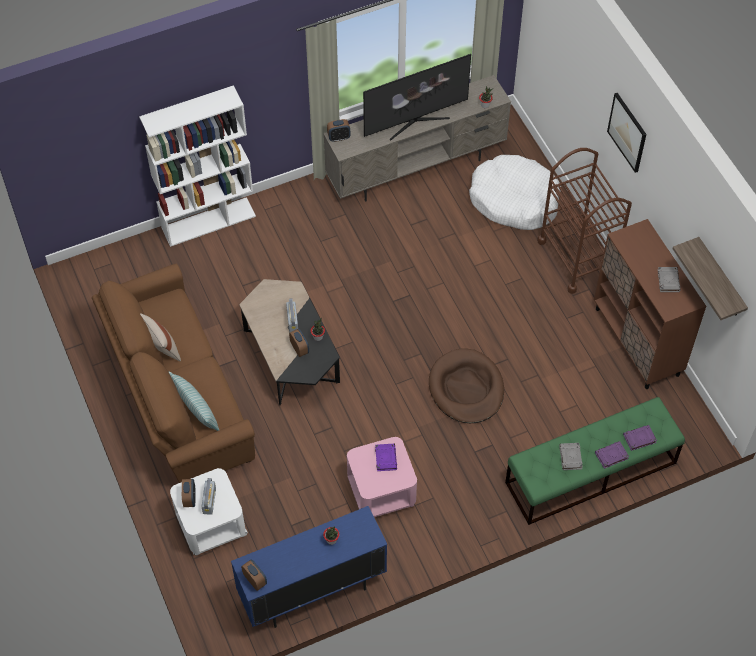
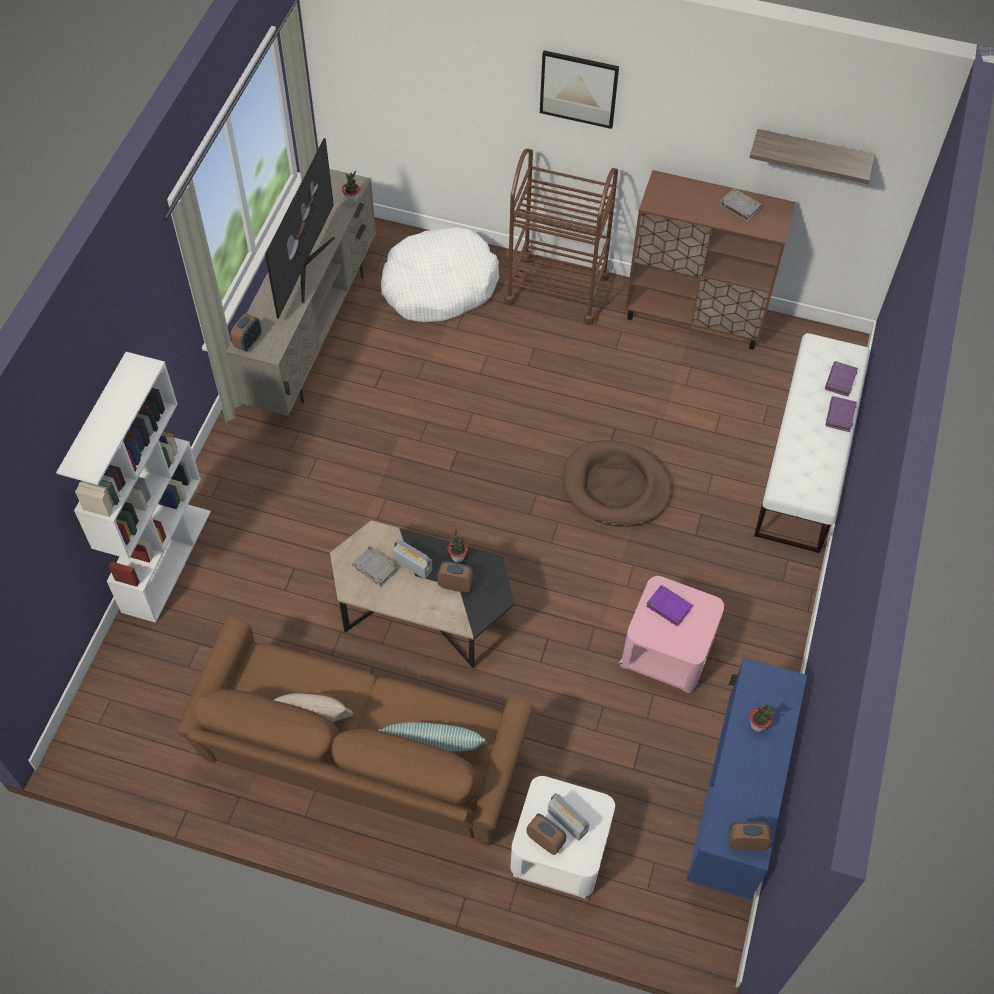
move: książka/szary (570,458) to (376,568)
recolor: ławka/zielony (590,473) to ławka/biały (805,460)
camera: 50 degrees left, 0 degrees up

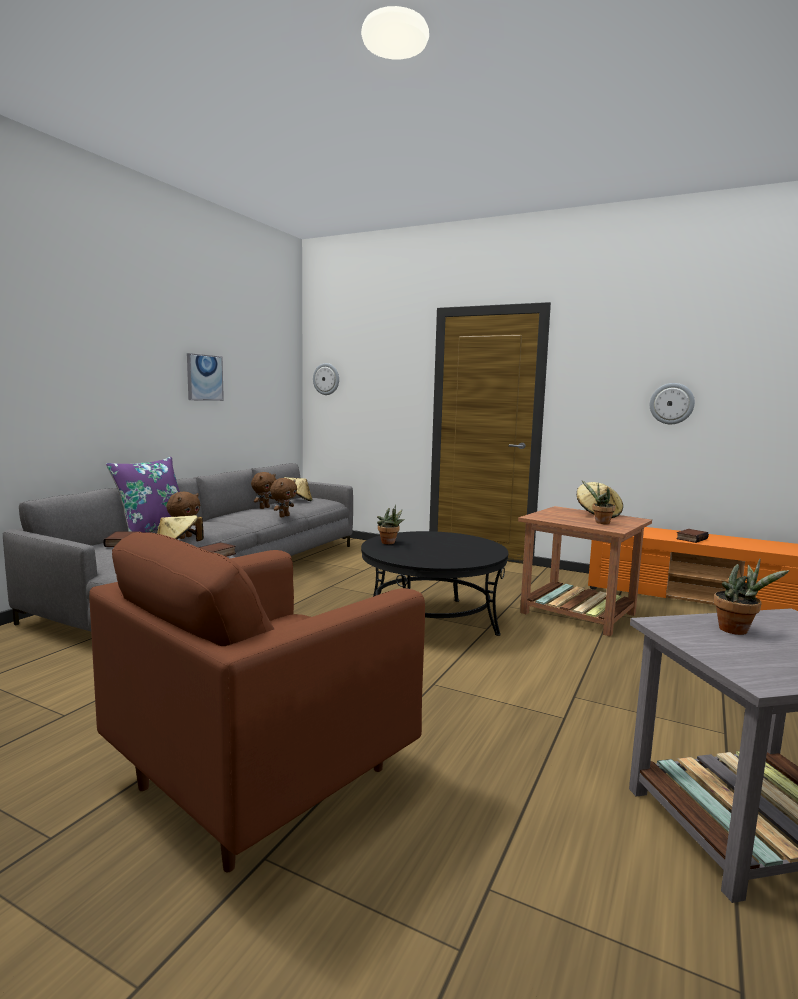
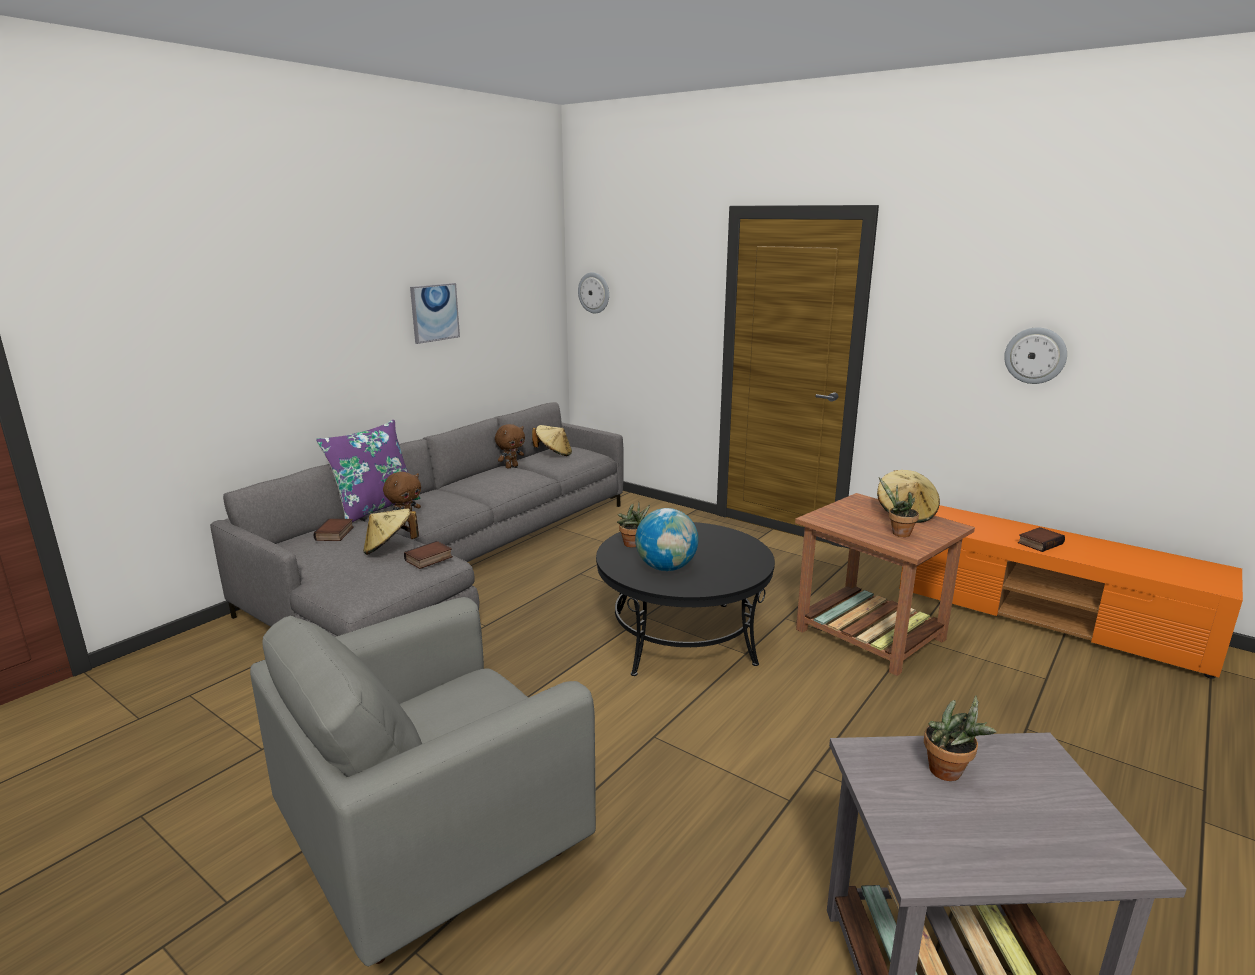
delete: pluszak/brązowy (284,516)
insert: globus (666,568)
recolor: fotel/brązowy (263,778) to fotel/szary (437,851)
camera: 10 degrees right, 10 degrees up

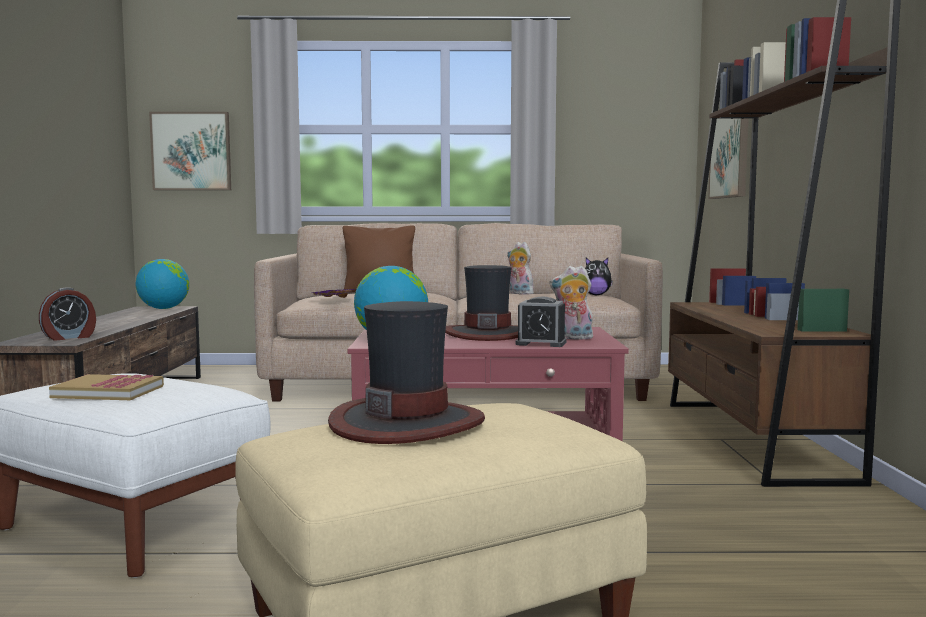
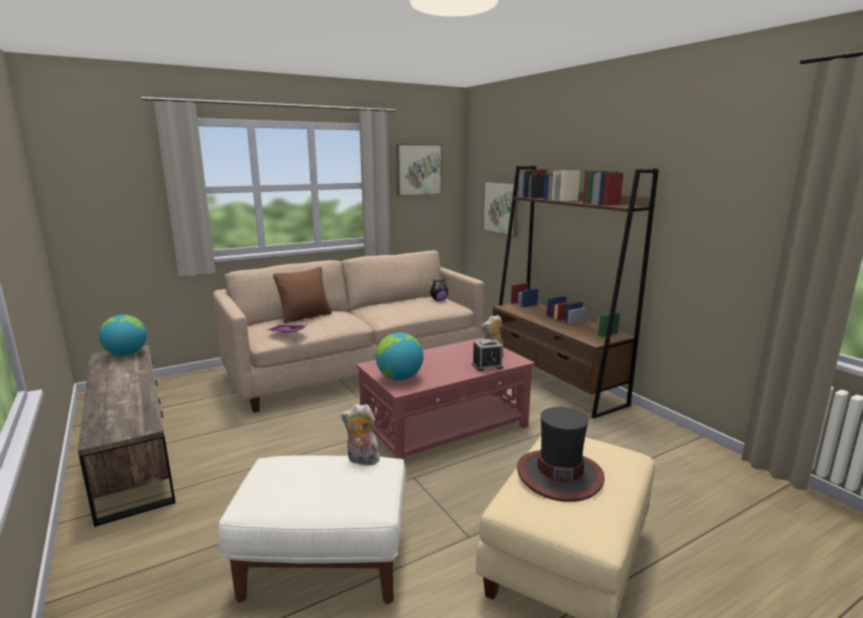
delete: budzik (69,337); książka (108,392); kapelusz (487,334)
move: obraz (191,151) to (418,170); pluszak (519,293) to (361,461)
camera: 30 degrees left, 10 degrees up

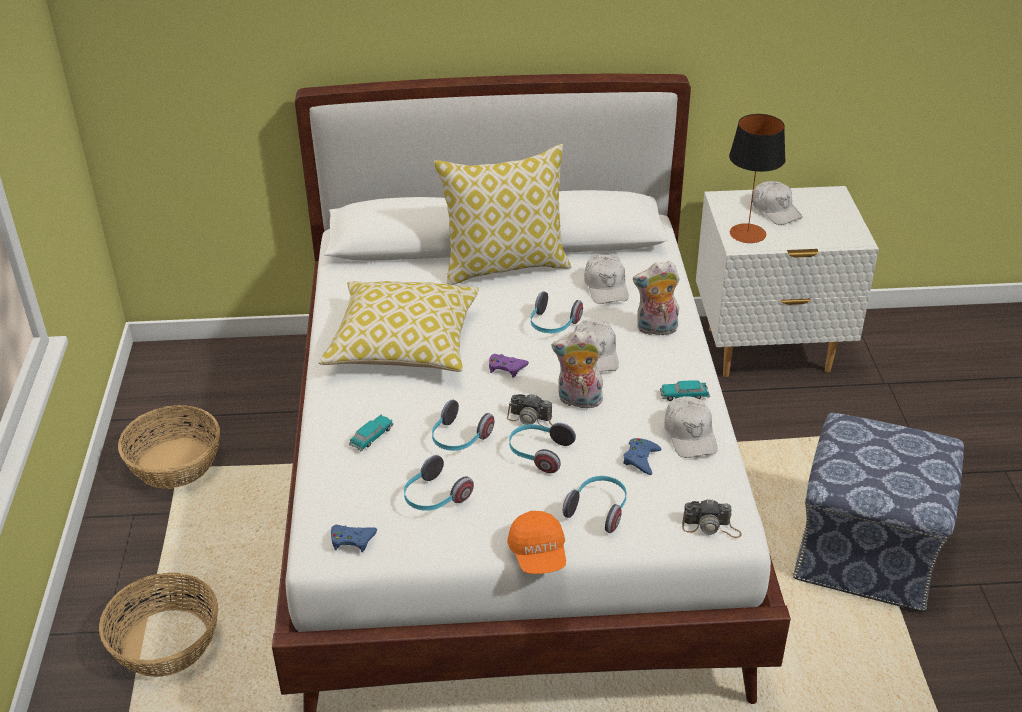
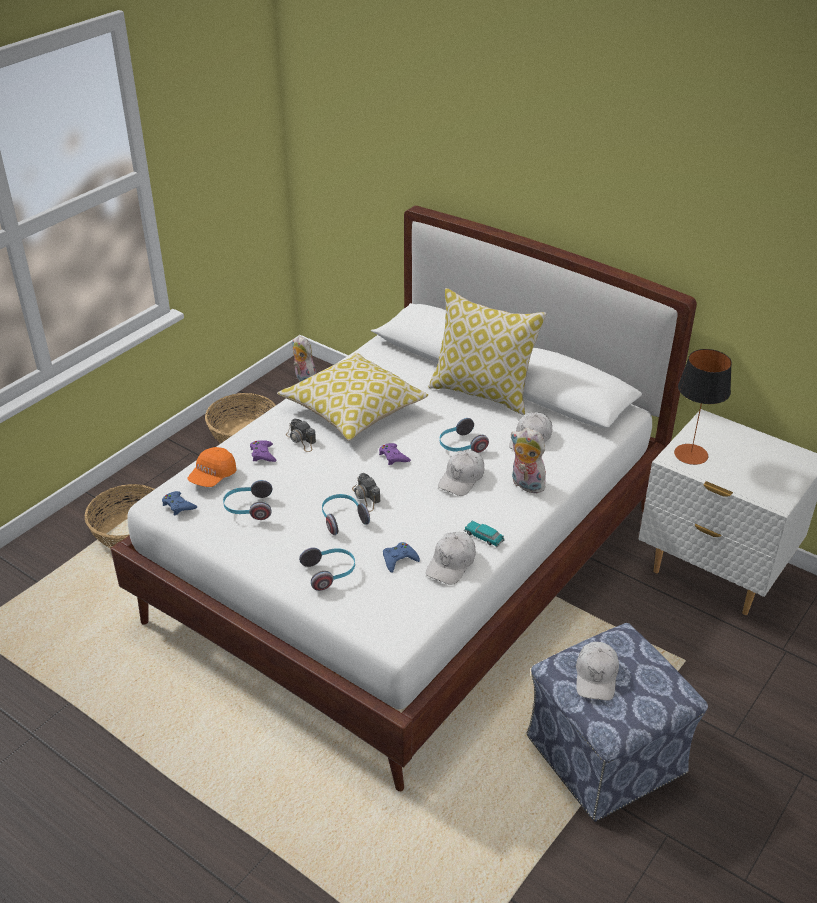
delete: słuchawki (459,439)
move: czapka z daszkiem/pomarańczowy (538,554) to (212,476); pluszak (578,401) to (303,379); aparat fotograficzny (711,527) to (301,440); czapka z daszkiem/biały (775,210) to (596,676)
replace: samochodzik (372,436) to pad do gier/fioletowy (263,454)
camera: 40 degrees right, 0 degrees up

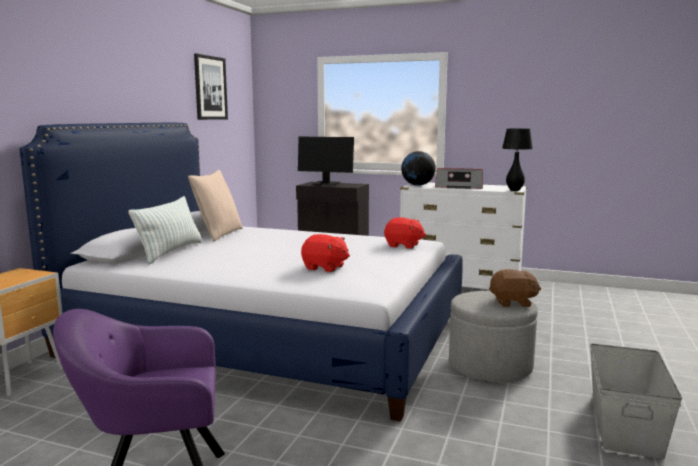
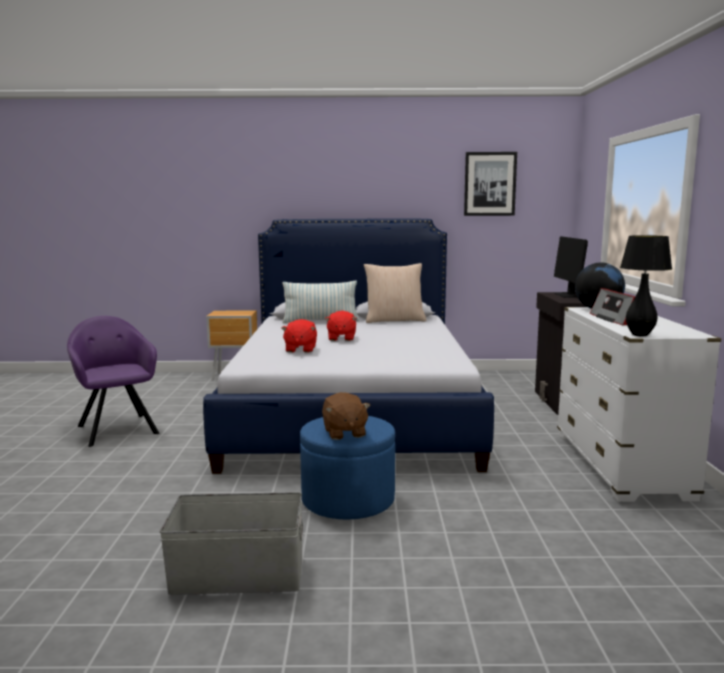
move: pluszak/czerwony (403,245) to (341,338)
recolor: pufa/szary (490,366) to pufa/niebieski (348,500)
camera: 70 degrees right, 0 degrees up

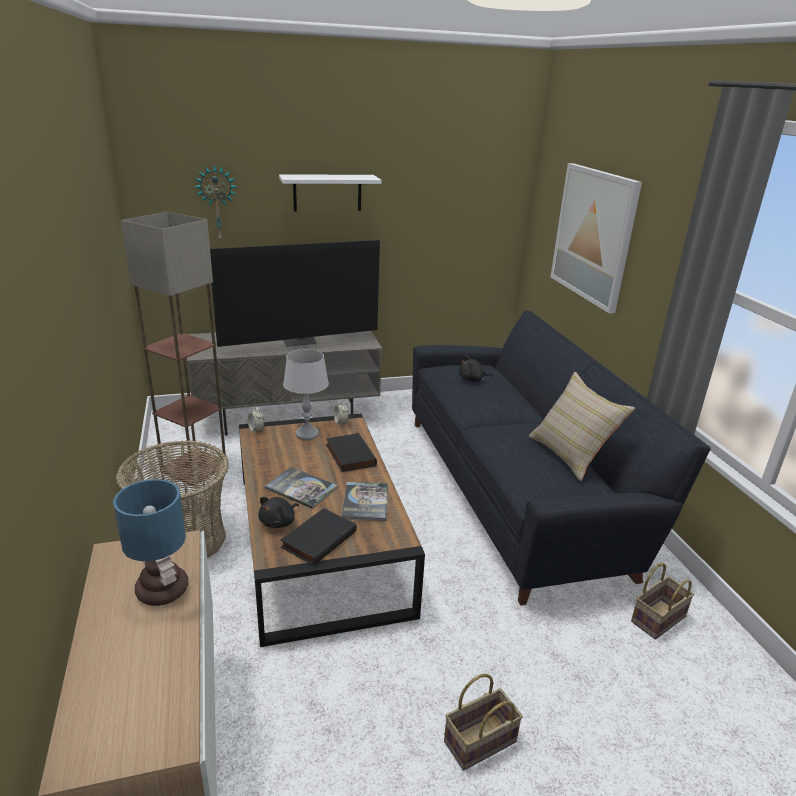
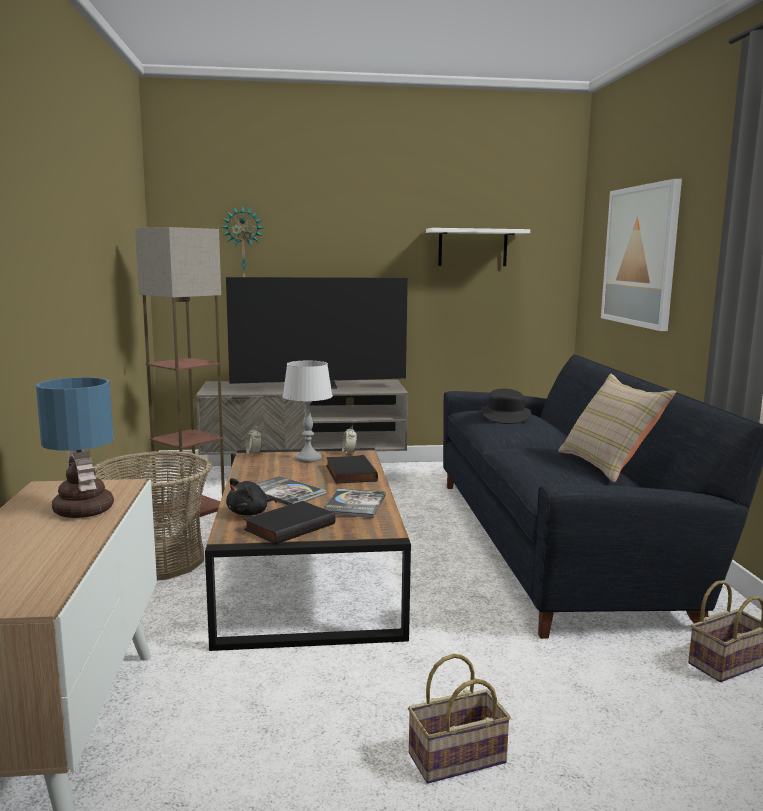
move: półka/biały (327,192) to (472,247)
replace: pluszak/czarny (472,379) to kapelusz/czarny (505,416)
camera: 10 degrees right, 15 degrees down

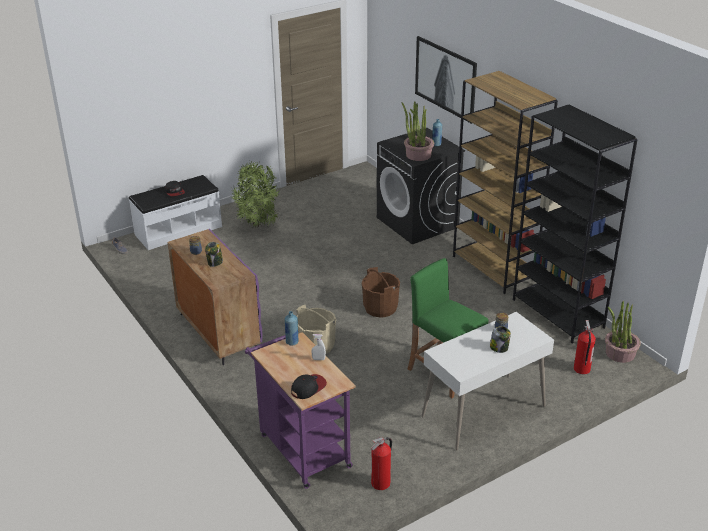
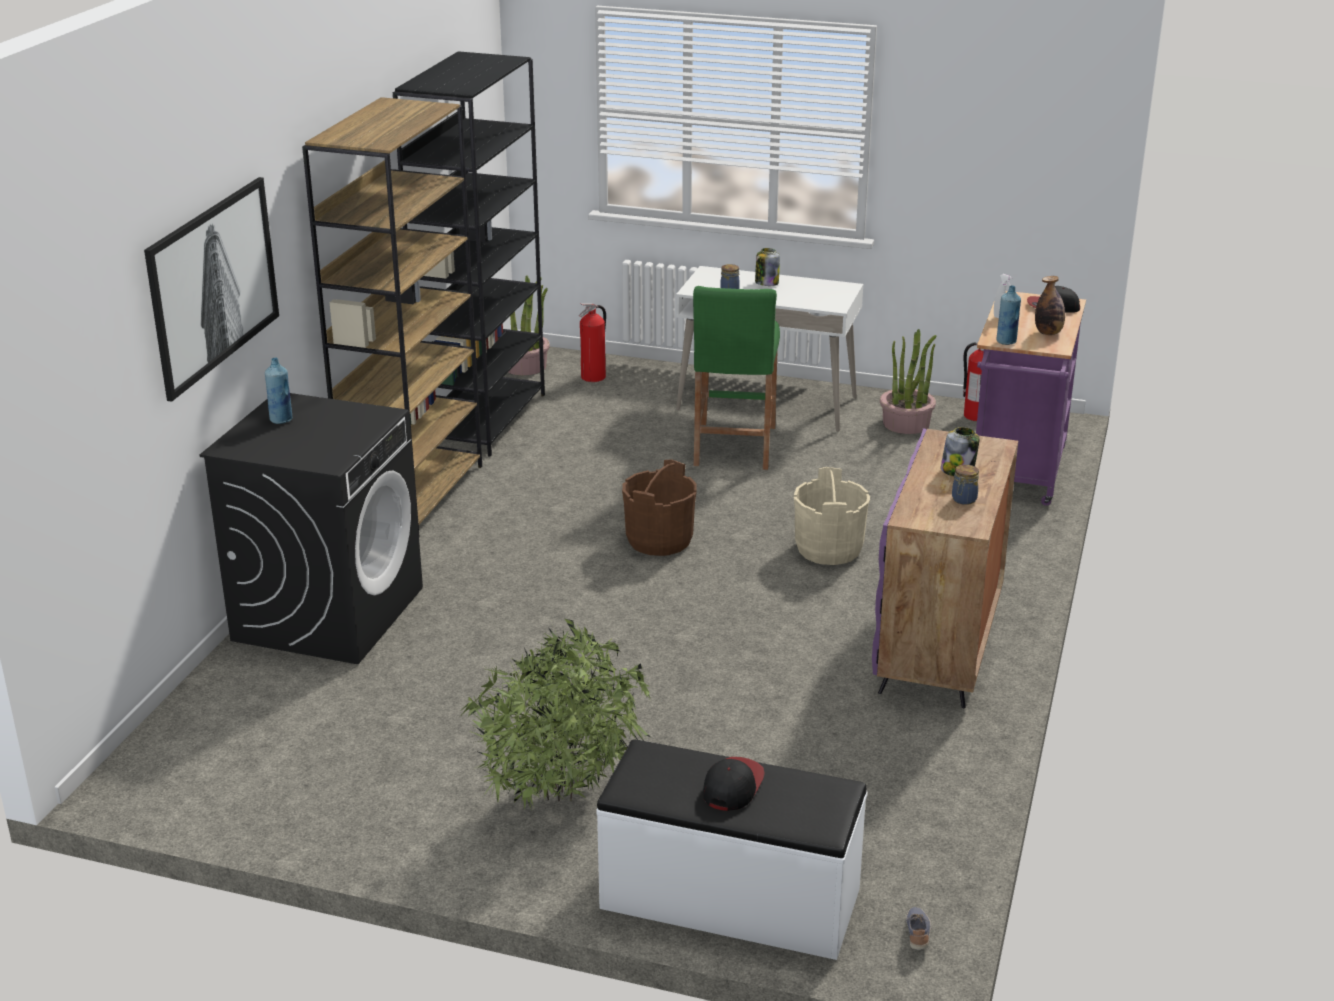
insert: butelka (1048,333)
move: roślina doniczkowa (418,155) to (906,424)
camera: 130 degrees left, 5 degrees down

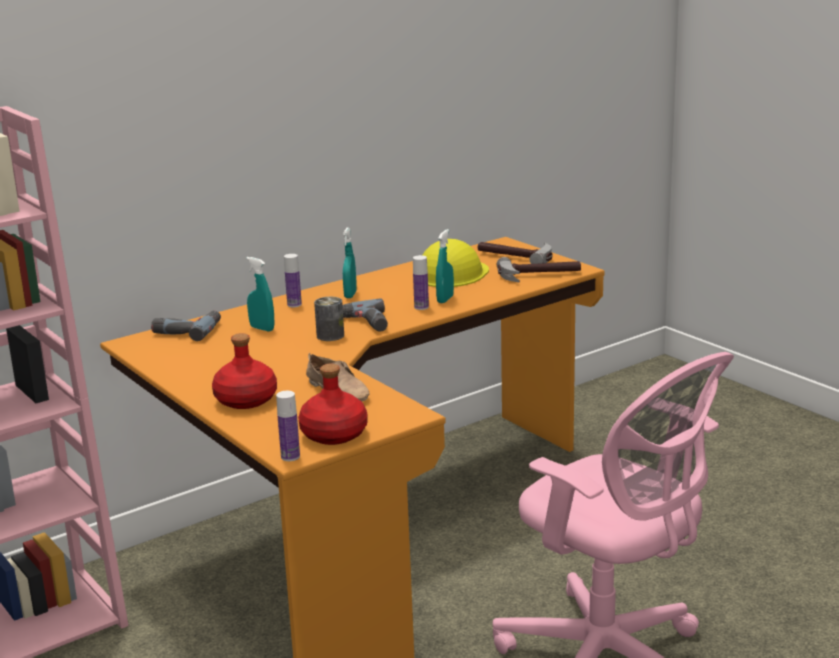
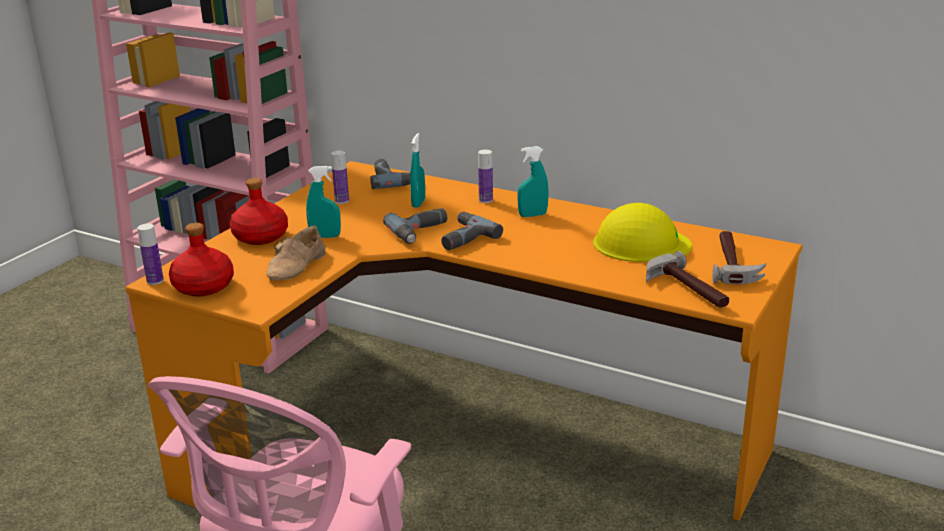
move: butelka (421,307) to (342,201); spryskiwacz/turkusowy (445,299) to (325,236)
replace: puszka (330,336) to wiertarka (421,232)
camera: 65 degrees right, 5 degrees up

